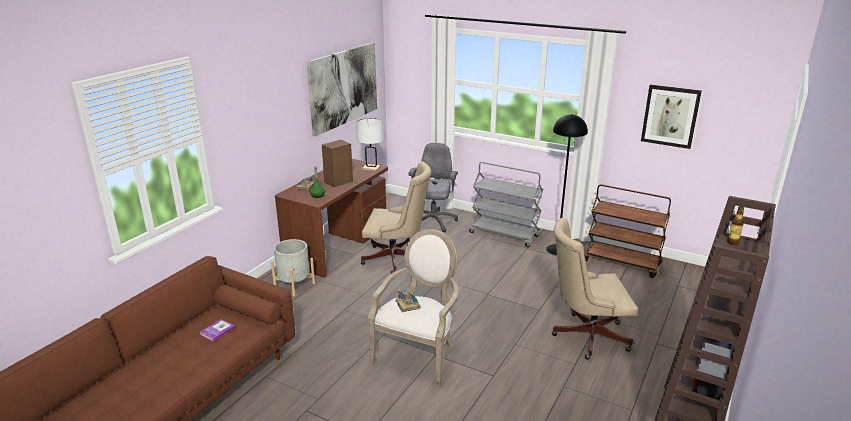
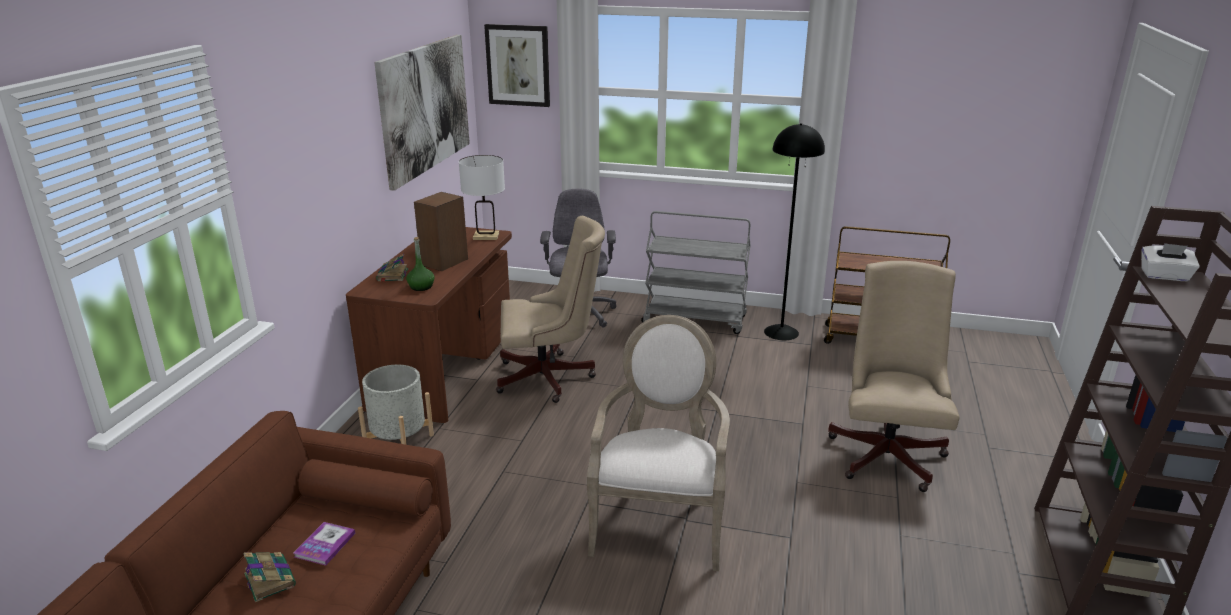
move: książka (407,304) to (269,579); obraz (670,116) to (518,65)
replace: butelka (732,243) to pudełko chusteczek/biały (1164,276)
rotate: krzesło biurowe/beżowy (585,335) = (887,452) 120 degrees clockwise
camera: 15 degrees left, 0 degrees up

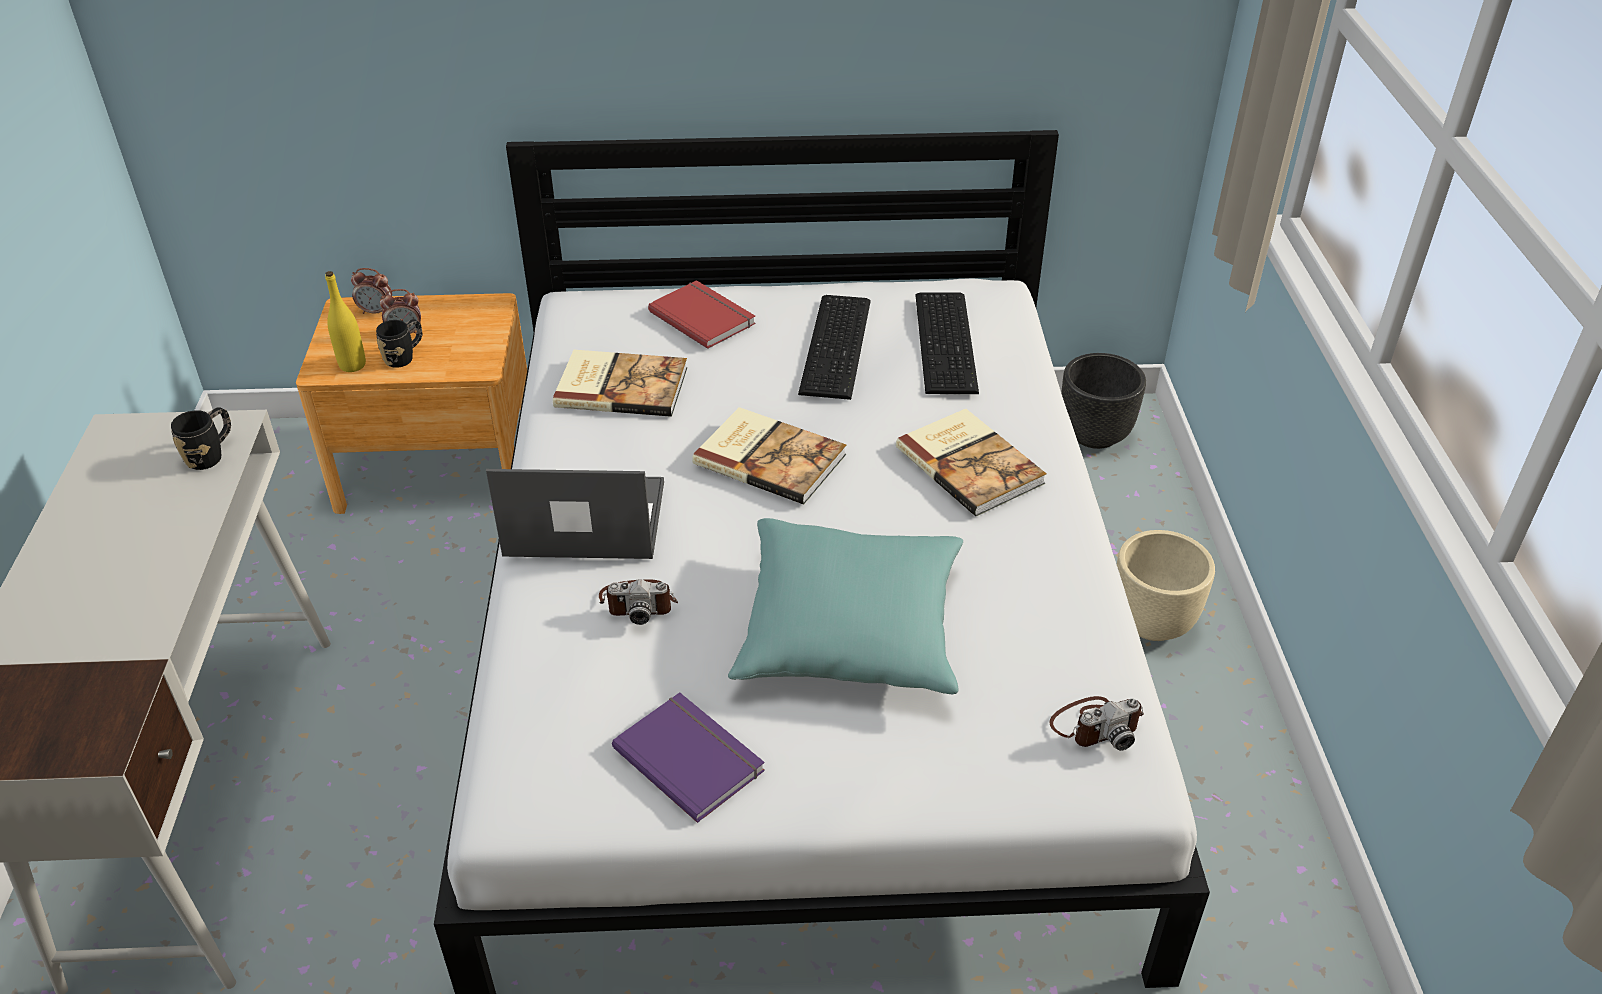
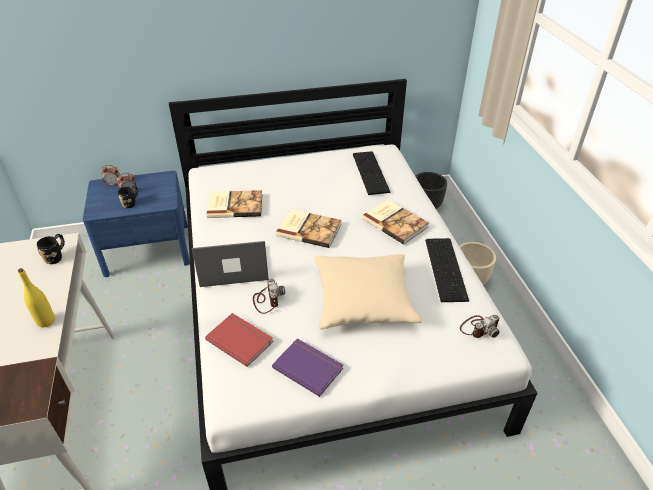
move: butelka/żółty (352,365) to (46,321); książka/czerwony (704,316) to (240,339); klawiatura (839,345) to (447,268)
recolor: szafka nocna/brązowy (438,463) to szafka nocna/niebieski (147,249); poduszka/turkusowy (850,630) to poduszka/beżowy (363,300)
rotate: aparat fotograficzny (638,602) = (267,300) 90 degrees counterclockwise
camera: 10 degrees left, 0 degrees up

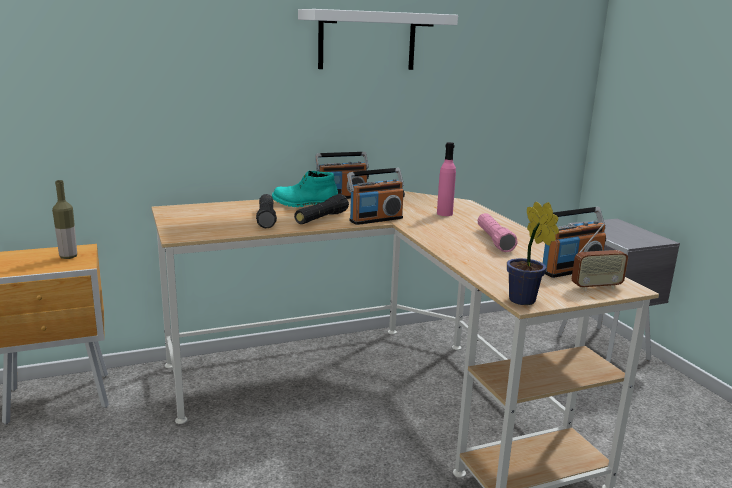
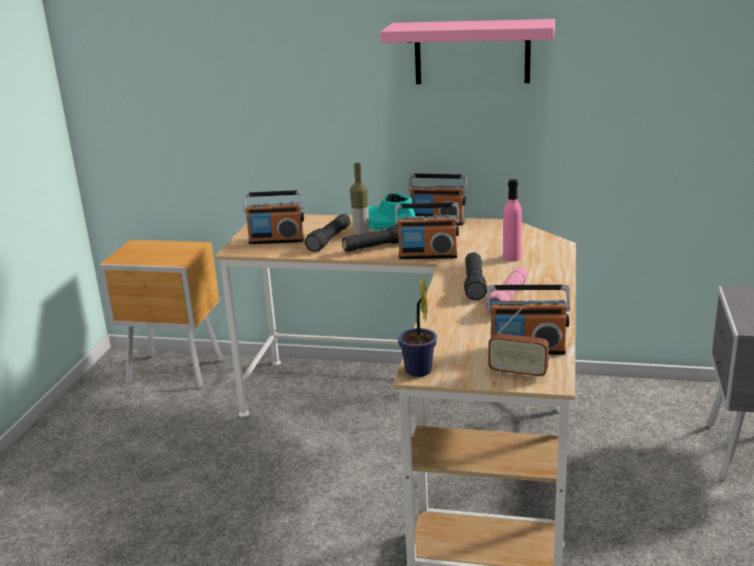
insert: radio (276,240); latarka/czarny (474,284)
move: butelka (68,257) to (361,235)
recolor: półka/biały (367,41) to półka/różowy (472,52)
camera: 35 degrees right, 5 degrees up

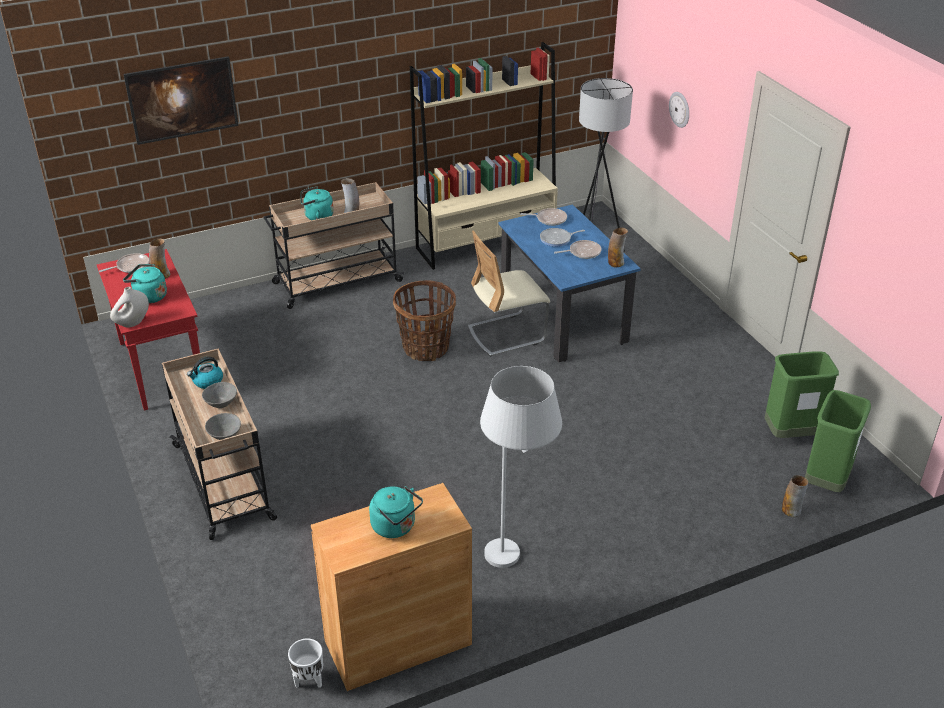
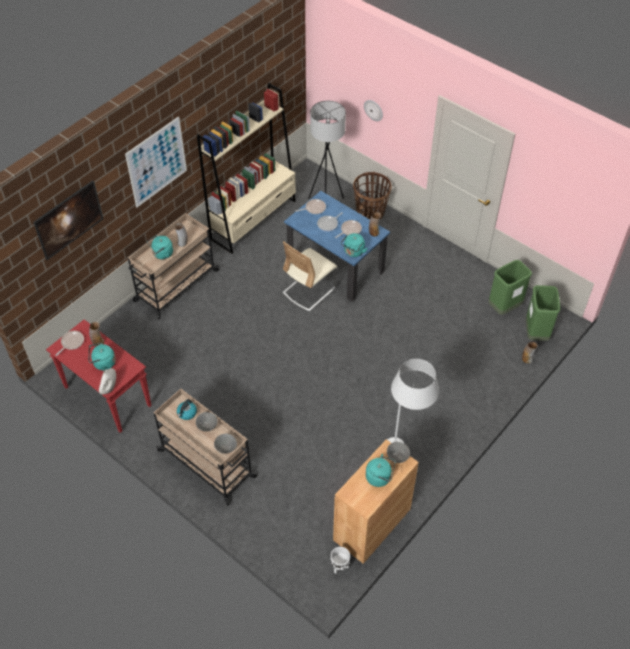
insert: obraz (157,162); czajnik/turkusowy (353,252); miska/szary (397,456)
move: koszyk (426,348) to (370,212)
camera: 25 degrees left, 15 degrees up

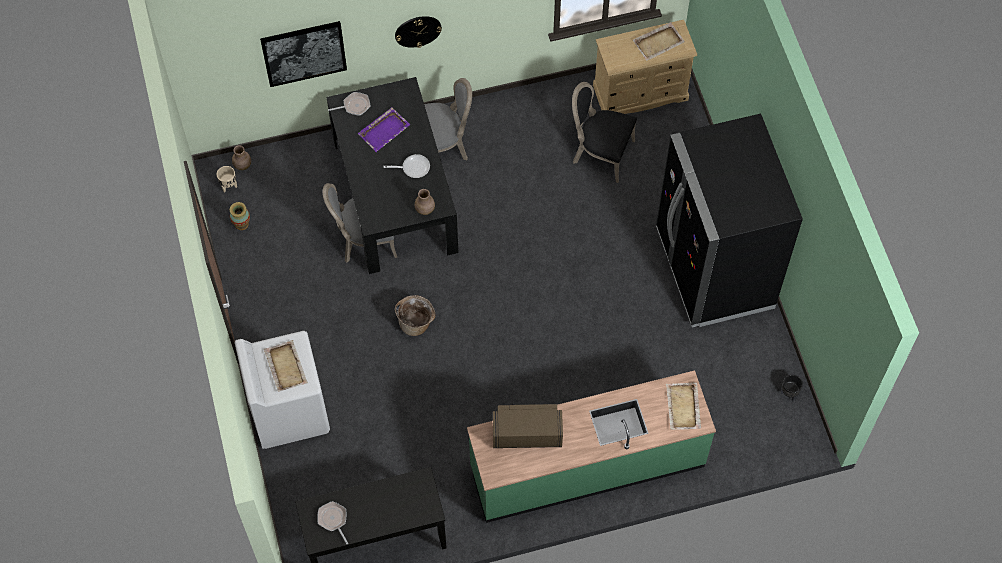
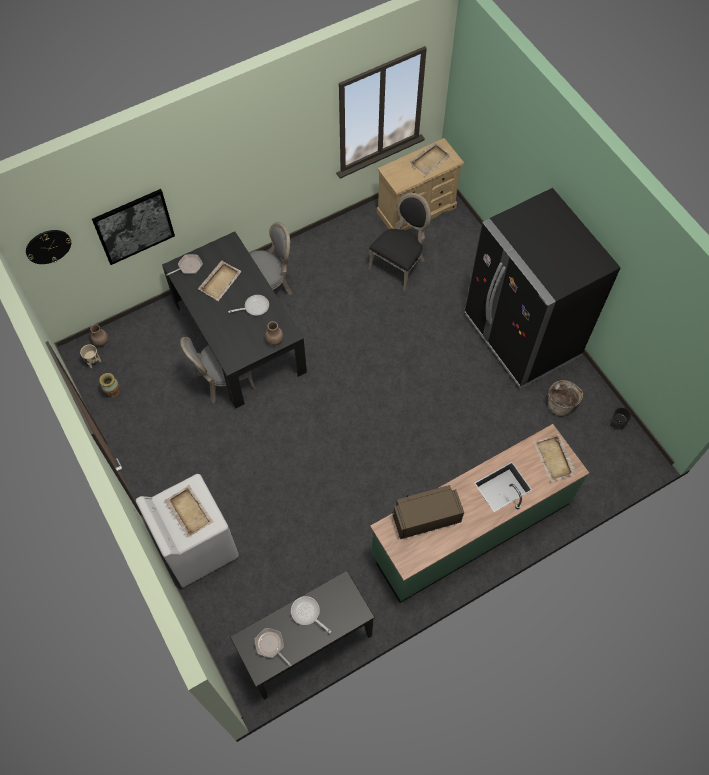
insert: patelnia (307,613)
move: zegar ścienny (418,31) to (48,246); koszyk (416,323) to (561,404)
recolor: taca/fioletowy (384,130) to taca/beżowy (220,281)
rotate: krzesło/czarny (600,153) = (399,264) 120 degrees clockwise
camera: 15 degrees left, 0 degrees up

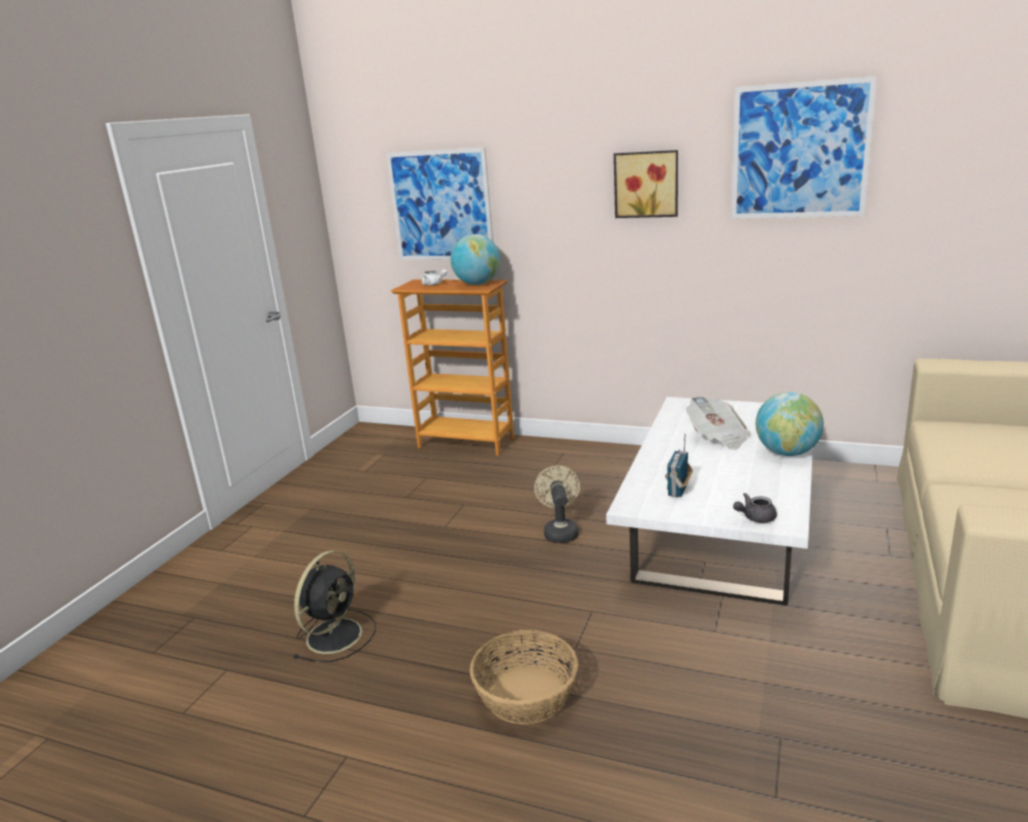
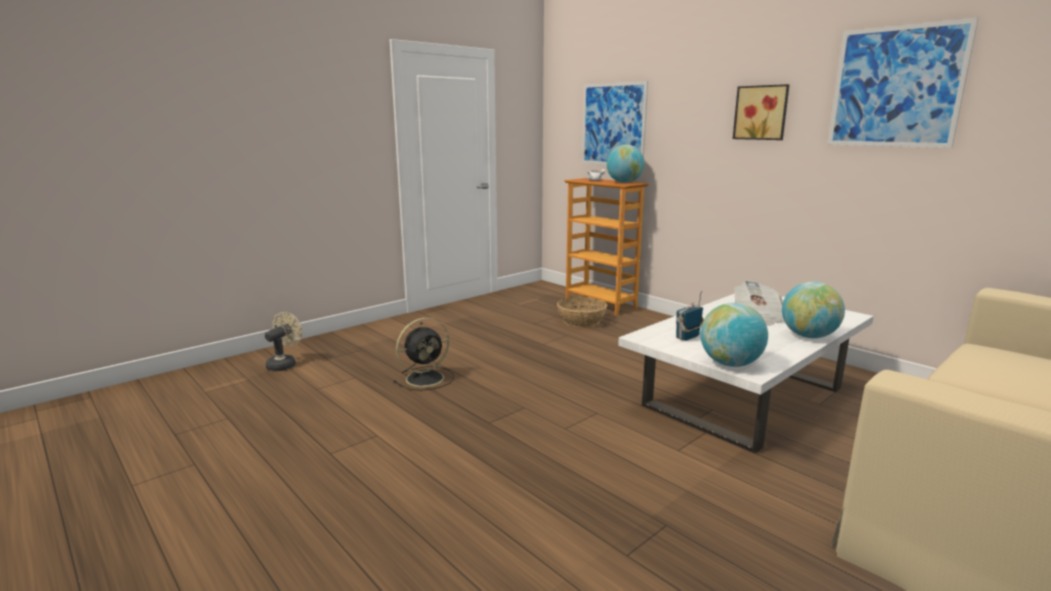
move: koszyk (525,695) to (581,321); wentylator/beżowy (560,531) to (284,364)
replace: imbryk/szary (755,518) to globus (730,364)
camera: 25 degrees right, 5 degrees down

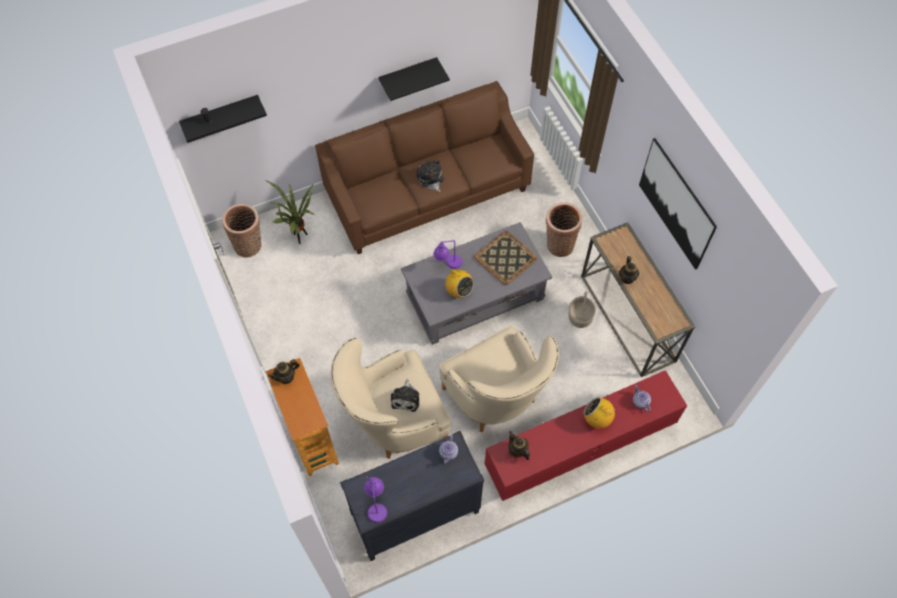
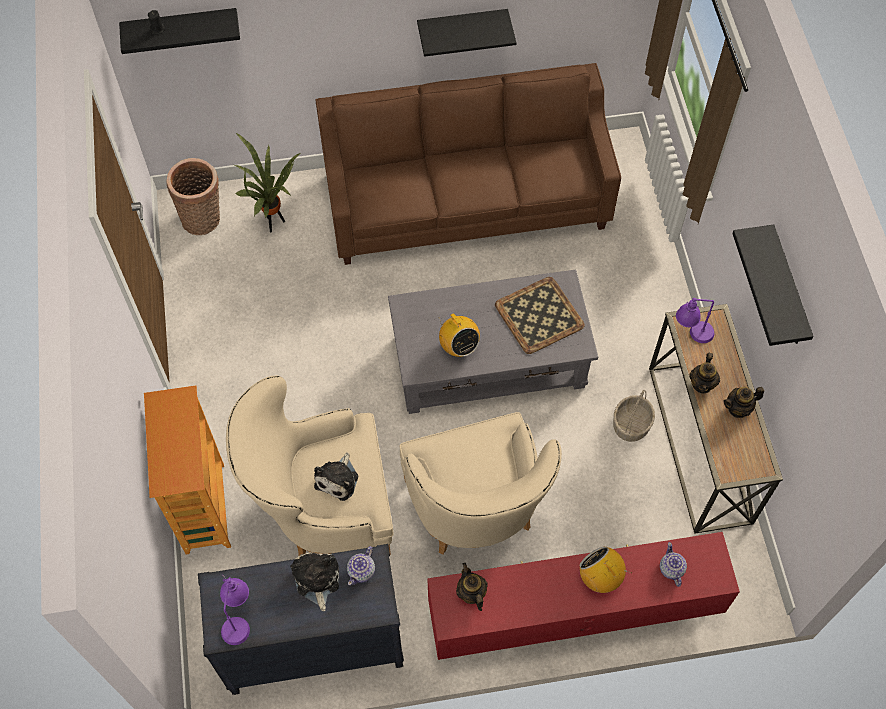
delete: koszyk (559,244)
move: imbryk (286,377) to (738,409); pluszak (430,179) to (316,579); lampa stołowa/fioletowy (448,265) to (691,334)
replace: obraz (676,204) to półka/czarny (788,290)
camera: 15 degrees right, 0 degrees up

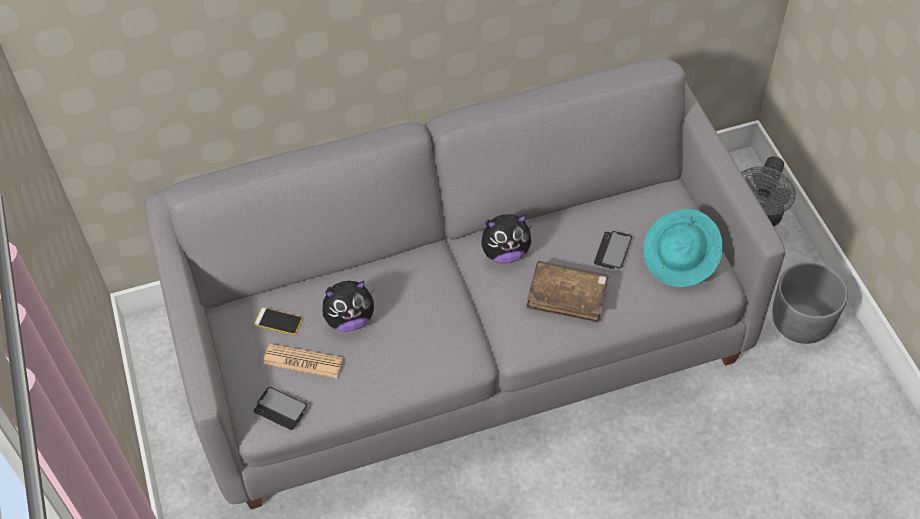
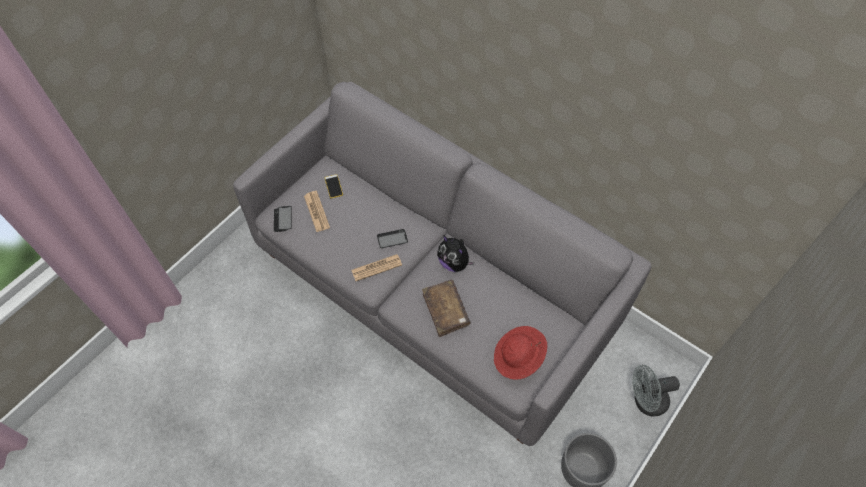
delete: pluszak (349,319)
insert: gazeta (376,268)
move: telefon (612,251) to (392,239)
recolor: kapelusz/turkusowy (681,260) to kapelusz/czerwony (518,358)
camera: 55 degrees right, 5 degrees up

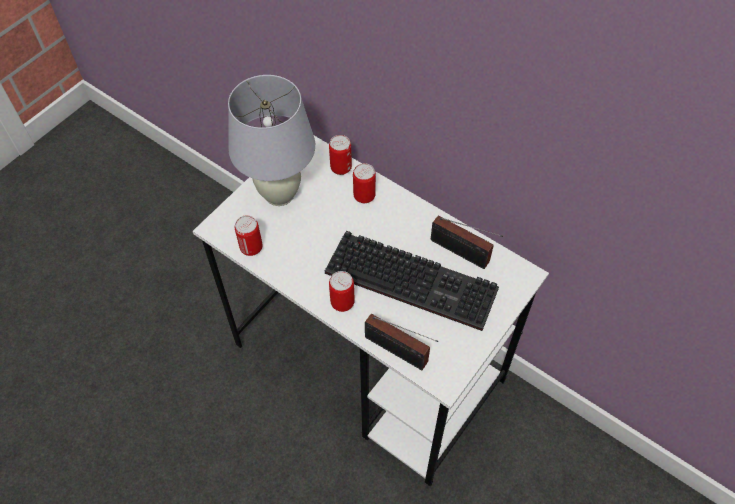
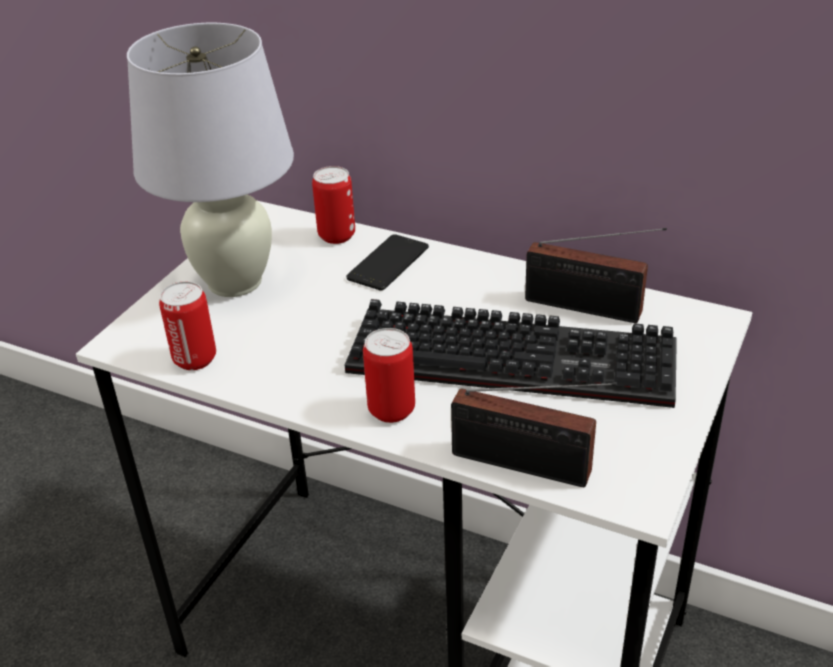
replace: puszka (364,196) to telefon (388,263)
camera: 10 degrees left, 20 degrees down

